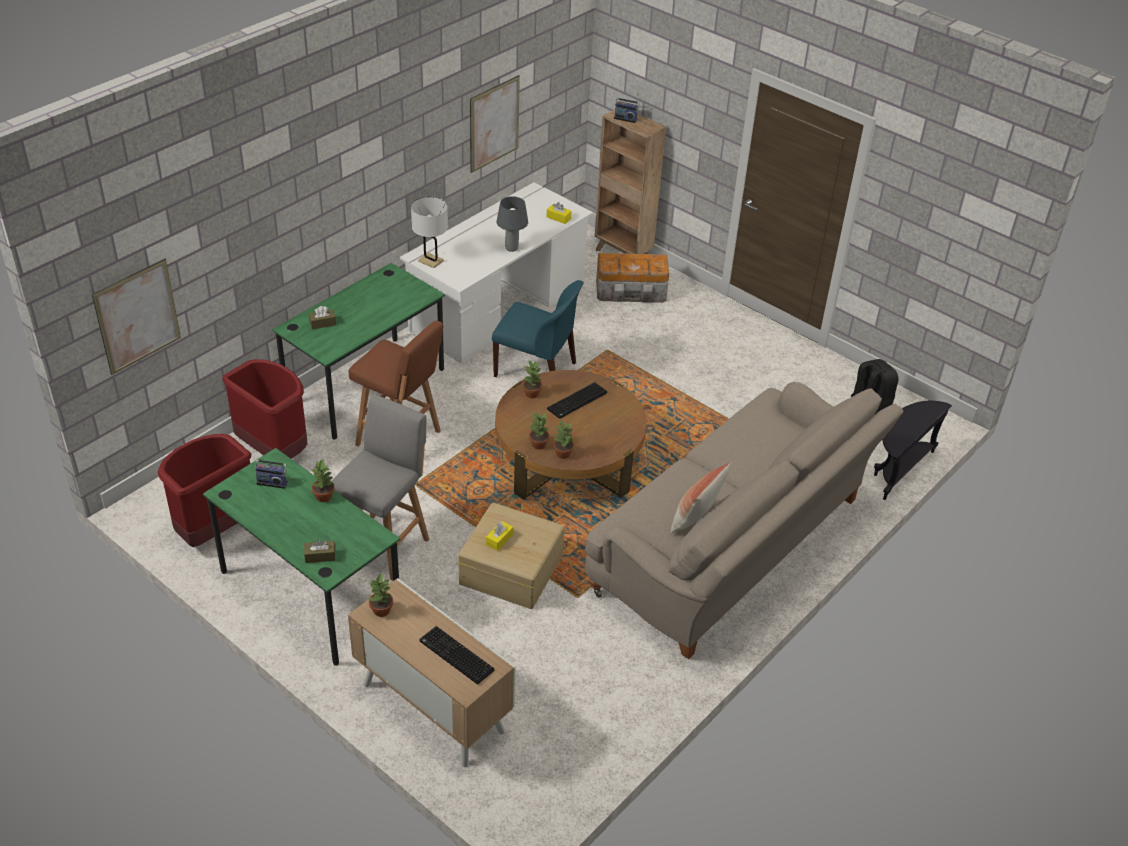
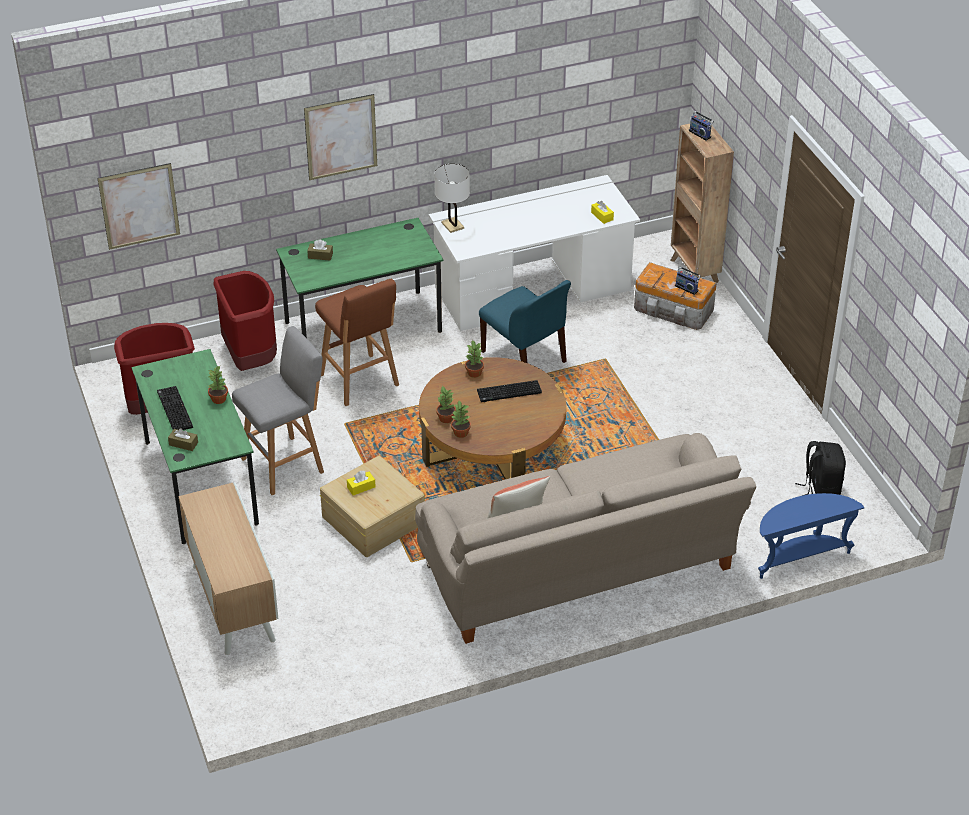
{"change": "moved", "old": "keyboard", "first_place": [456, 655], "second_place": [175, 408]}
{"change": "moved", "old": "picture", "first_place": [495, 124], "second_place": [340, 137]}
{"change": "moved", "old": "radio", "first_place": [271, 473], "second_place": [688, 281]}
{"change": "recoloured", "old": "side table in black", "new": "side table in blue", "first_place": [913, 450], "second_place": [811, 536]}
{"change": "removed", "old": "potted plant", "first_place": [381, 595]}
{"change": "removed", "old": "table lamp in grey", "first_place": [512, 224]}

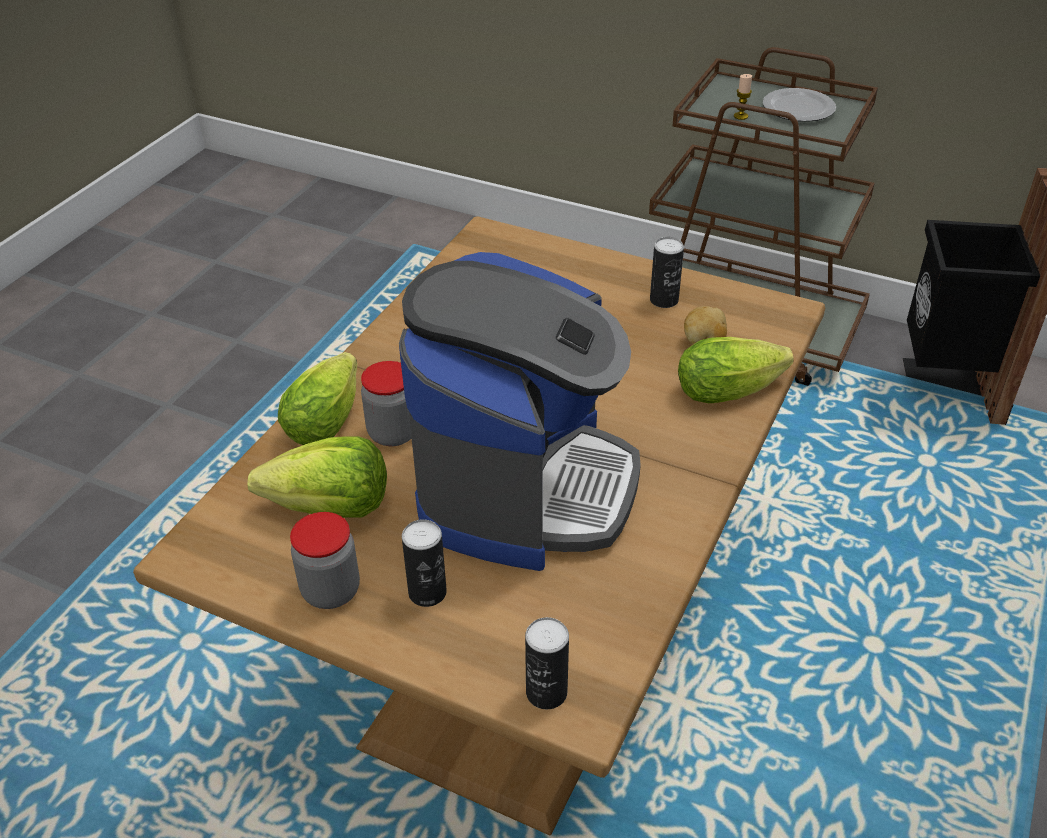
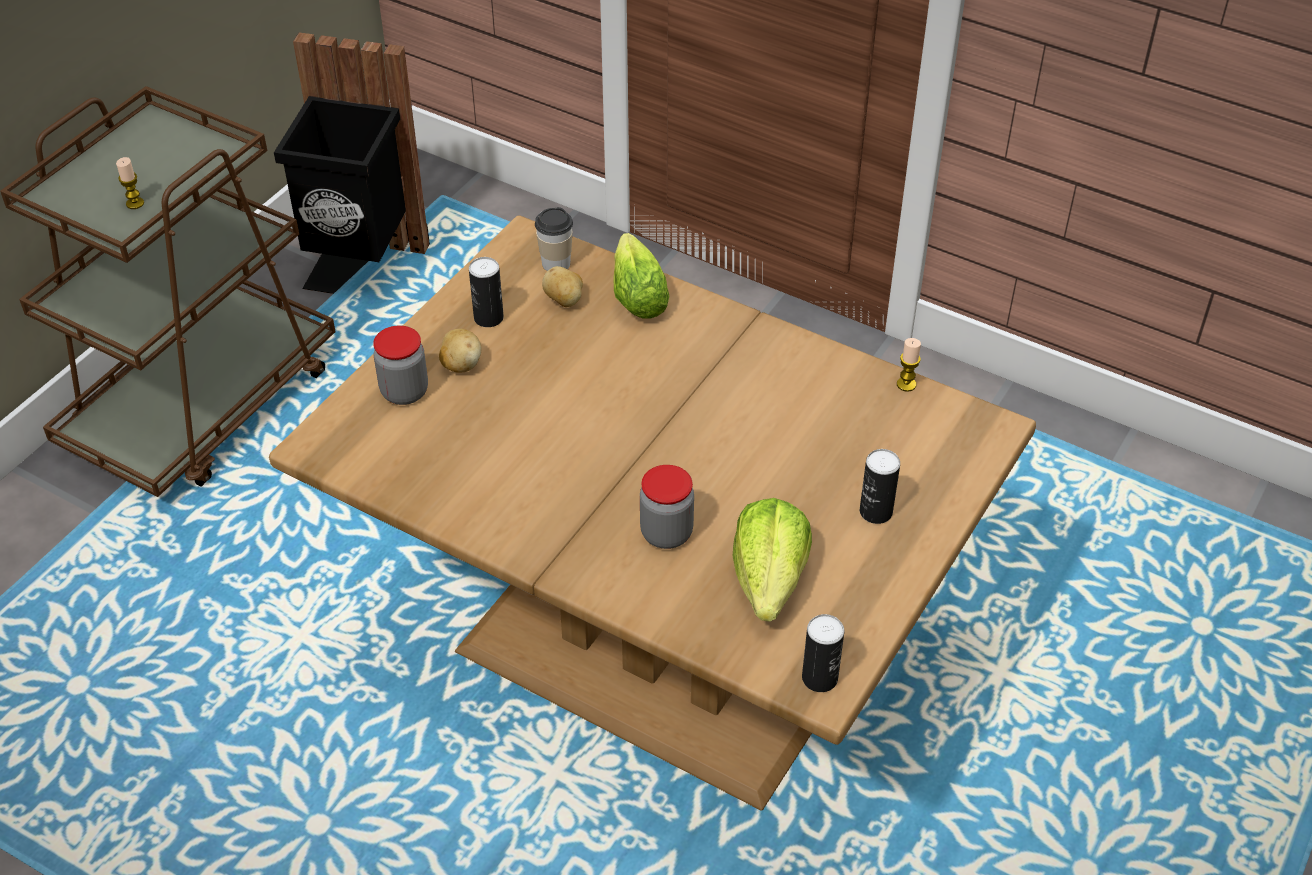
{"change": "moved", "old": "jar", "first_place": [325, 560], "second_place": [400, 365]}
{"change": "added", "new": "potato", "second_place": [460, 351]}
{"change": "added", "new": "cup", "second_place": [554, 239]}
{"change": "moved", "old": "can", "first_place": [547, 663], "second_place": [823, 653]}
{"change": "added", "new": "candle", "second_place": [909, 365]}
{"change": "removed", "old": "lettuce", "first_place": [317, 398]}
{"change": "removed", "old": "coffee machine", "first_place": [520, 411]}
{"change": "removed", "old": "plate", "first_place": [799, 105]}

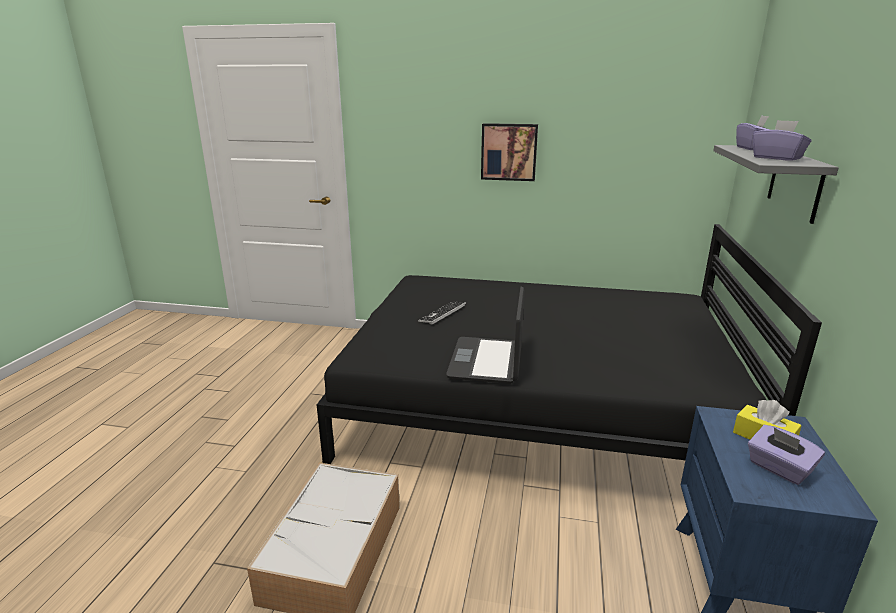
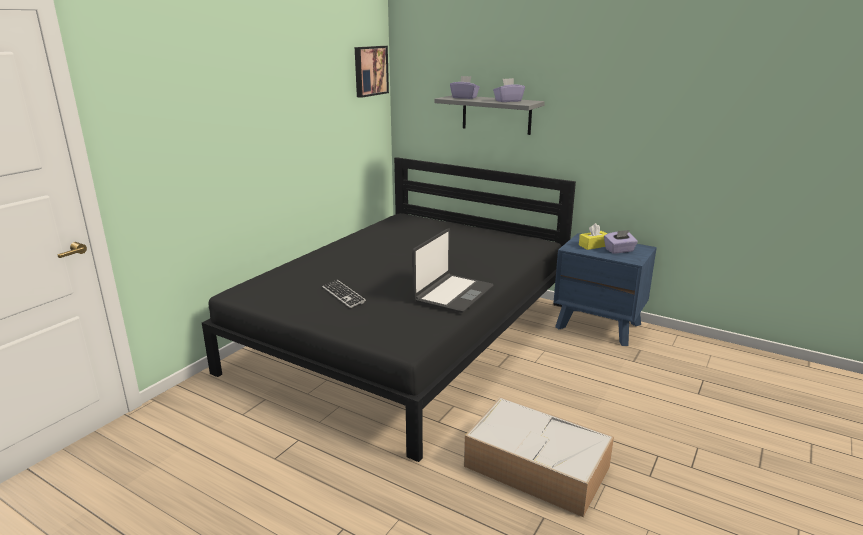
{"change": "moved", "old": "picture", "first_place": [509, 152], "second_place": [372, 72]}
{"change": "turned", "old": "laptop", "first_place": [485, 335], "second_place": [453, 270], "degrees": -90}

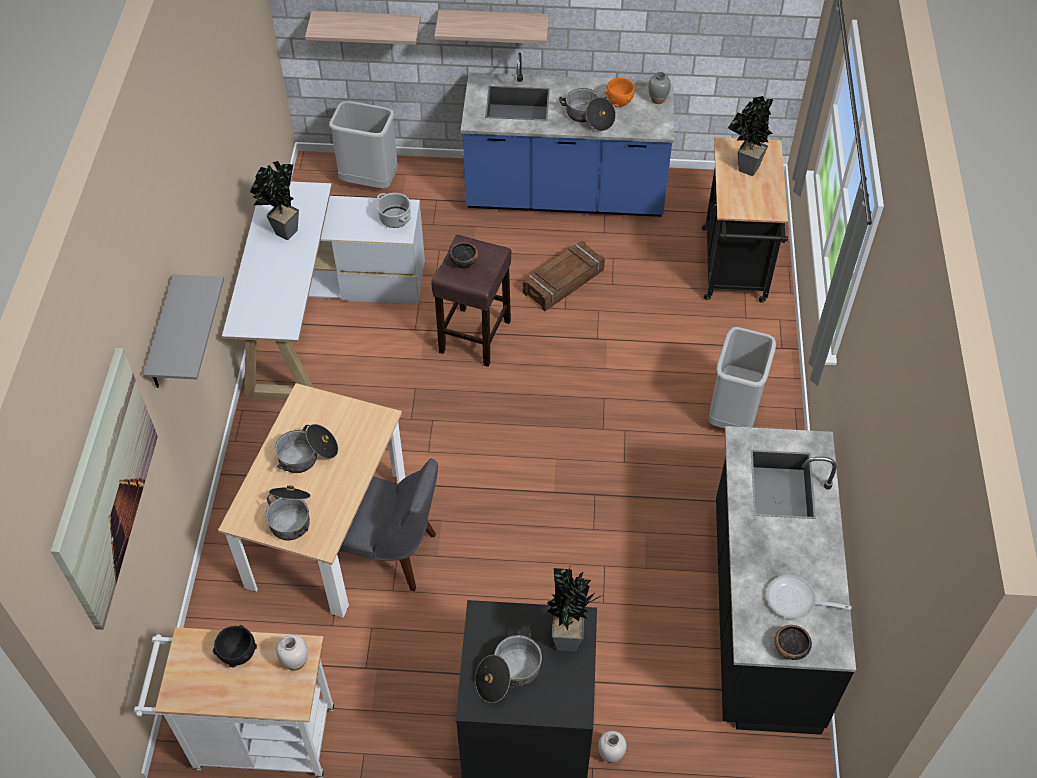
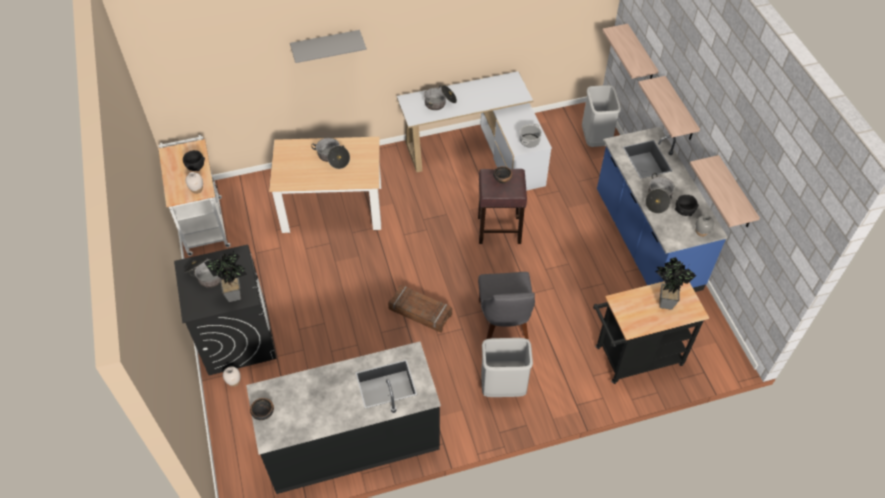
{"change": "moved", "old": "crate", "first_place": [564, 276], "second_place": [420, 309]}
{"change": "moved", "old": "cooking pot", "first_place": [288, 512], "second_place": [440, 97]}
{"change": "moved", "old": "chair in grey", "first_place": [387, 524], "second_place": [506, 306]}
{"change": "recoloured", "old": "bowl in orange", "new": "bowl in black", "first_place": [620, 92], "second_place": [687, 205]}
{"change": "added", "new": "shelf", "second_place": [725, 191]}
{"change": "removed", "old": "picture", "first_place": [104, 489]}
{"change": "removed", "old": "potted plant", "first_place": [274, 200]}
{"change": "removed", "old": "frying pan", "first_place": [809, 597]}

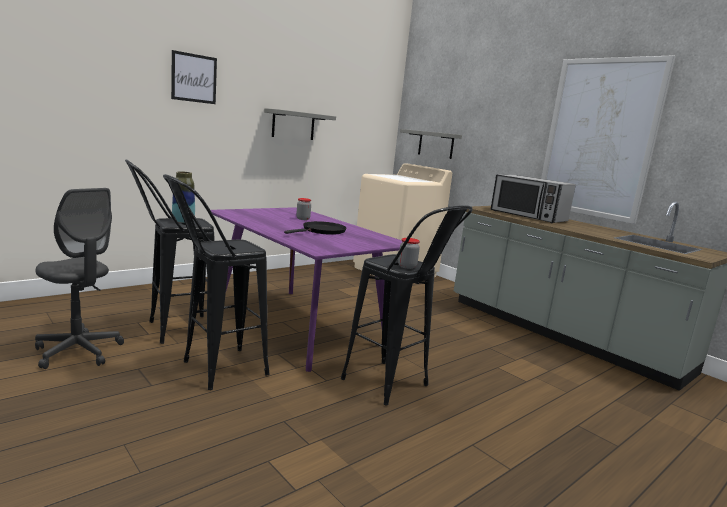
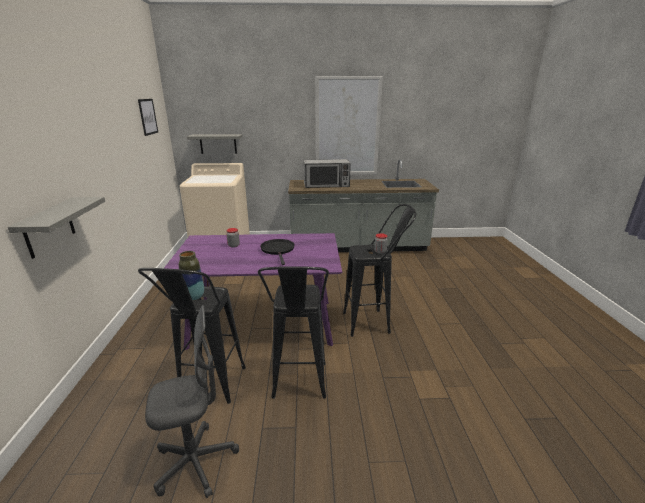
{"change": "moved", "old": "shelf in grey", "first_place": [300, 124], "second_place": [56, 228]}
{"change": "moved", "old": "picture", "first_place": [194, 77], "second_place": [148, 117]}

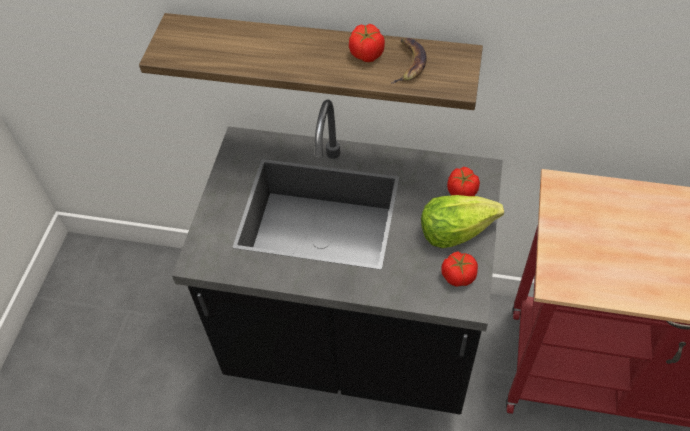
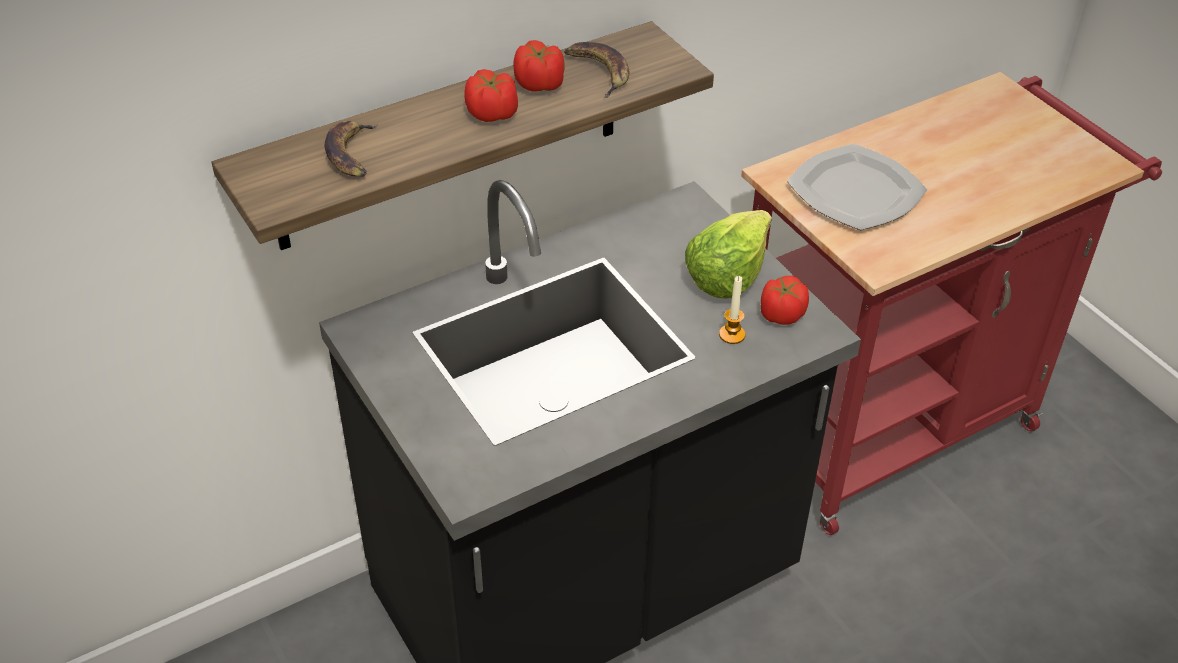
{"change": "added", "new": "banana", "second_place": [351, 149]}
{"change": "moved", "old": "tomato", "first_place": [463, 181], "second_place": [491, 95]}
{"change": "added", "new": "candle", "second_place": [732, 310]}
{"change": "added", "new": "plate", "second_place": [857, 187]}

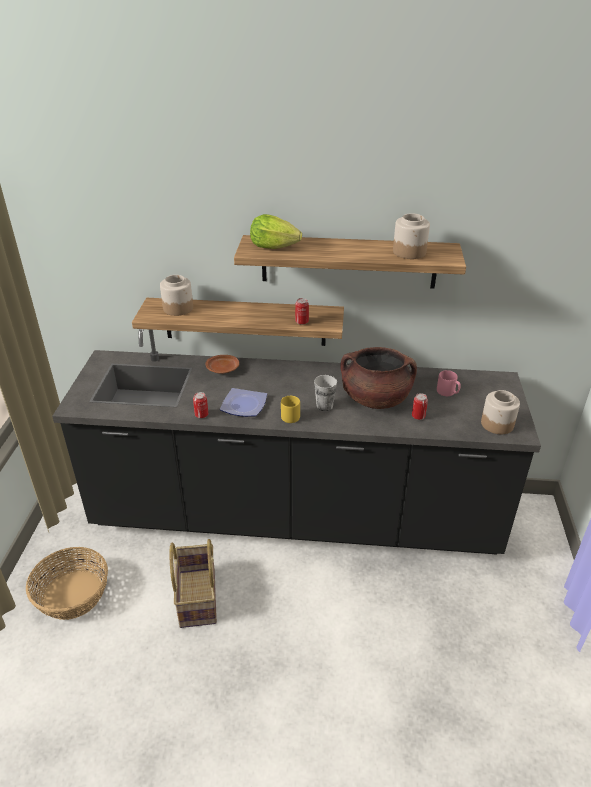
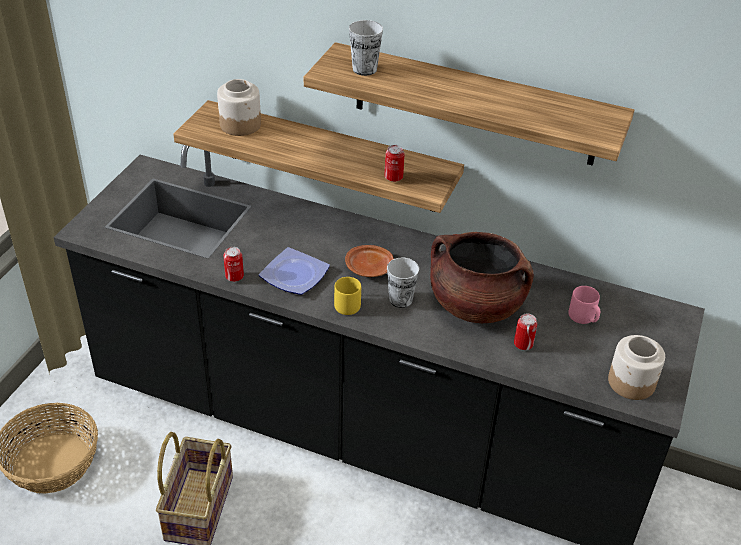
{"change": "moved", "old": "plate in brown", "first_place": [222, 364], "second_place": [369, 261]}
{"change": "replaced", "old": "lettuce", "new": "cup", "first_place": [276, 231], "second_place": [366, 48]}
{"change": "removed", "old": "jar", "first_place": [411, 236]}

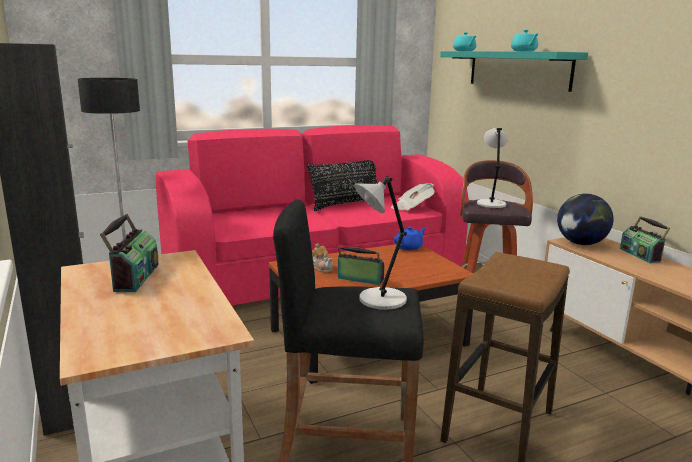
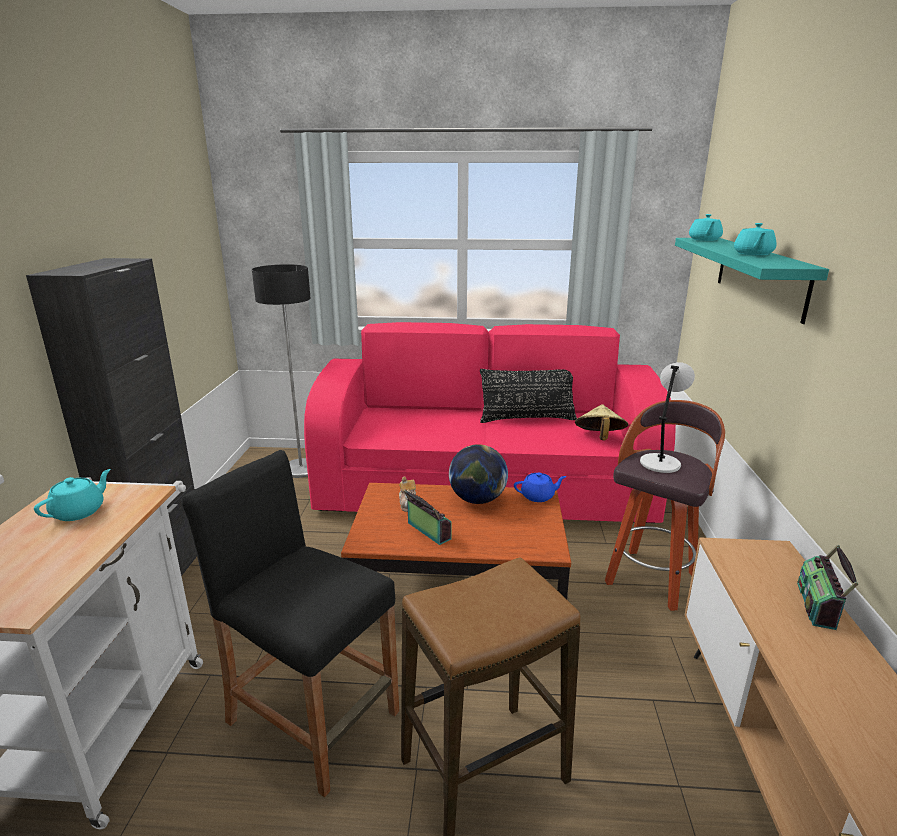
{"change": "replaced", "old": "radio", "new": "teapot in turquoise", "first_place": [129, 253], "second_place": [72, 495]}
{"change": "moved", "old": "globe", "first_place": [585, 219], "second_place": [478, 474]}
{"change": "replaced", "old": "newspaper", "new": "hat in beige", "first_place": [413, 197], "second_place": [602, 422]}
{"change": "removed", "old": "table lamp in grey", "first_place": [380, 243]}

